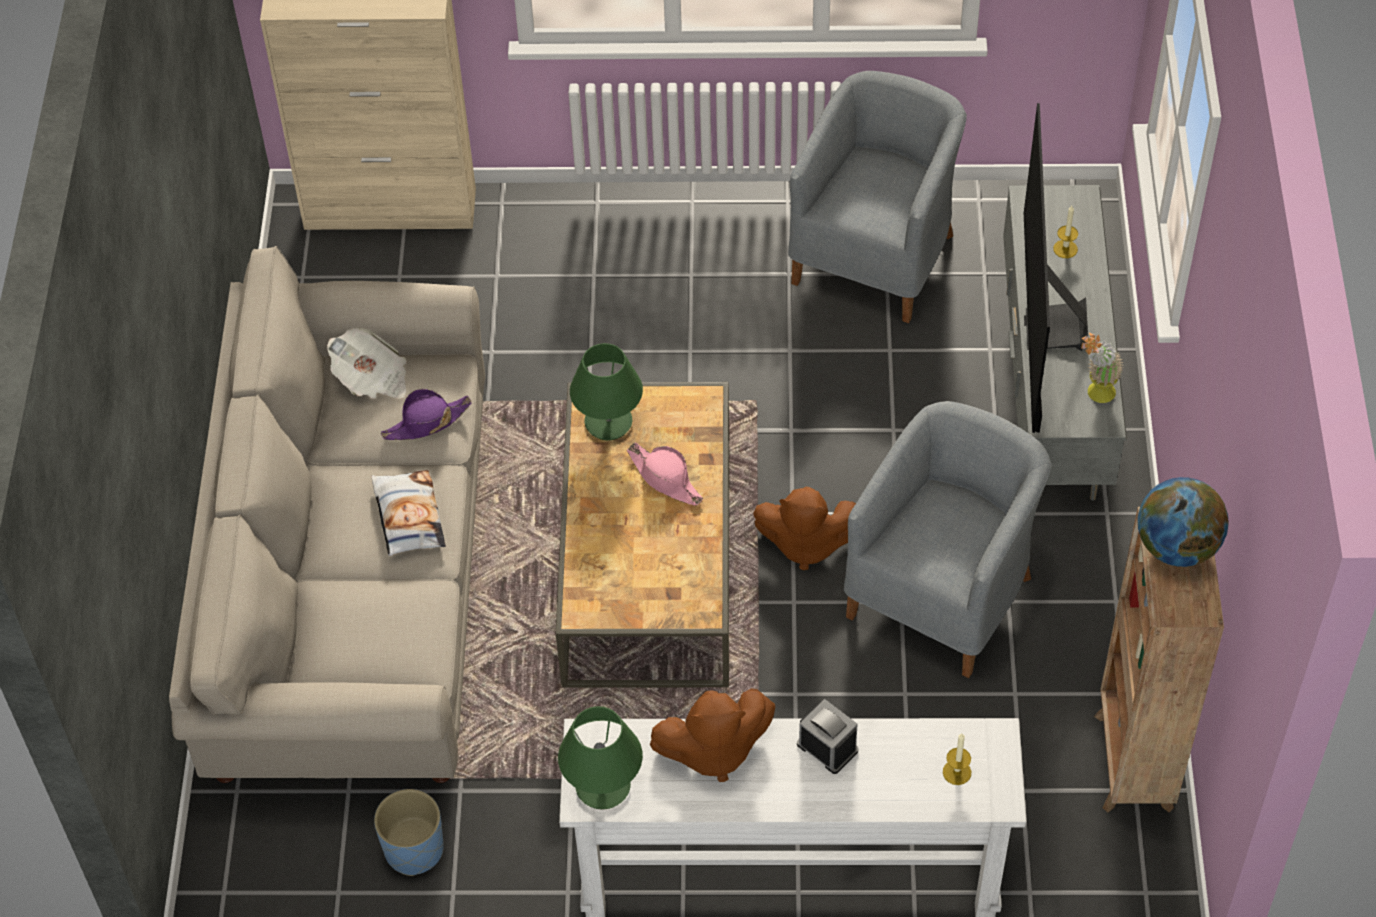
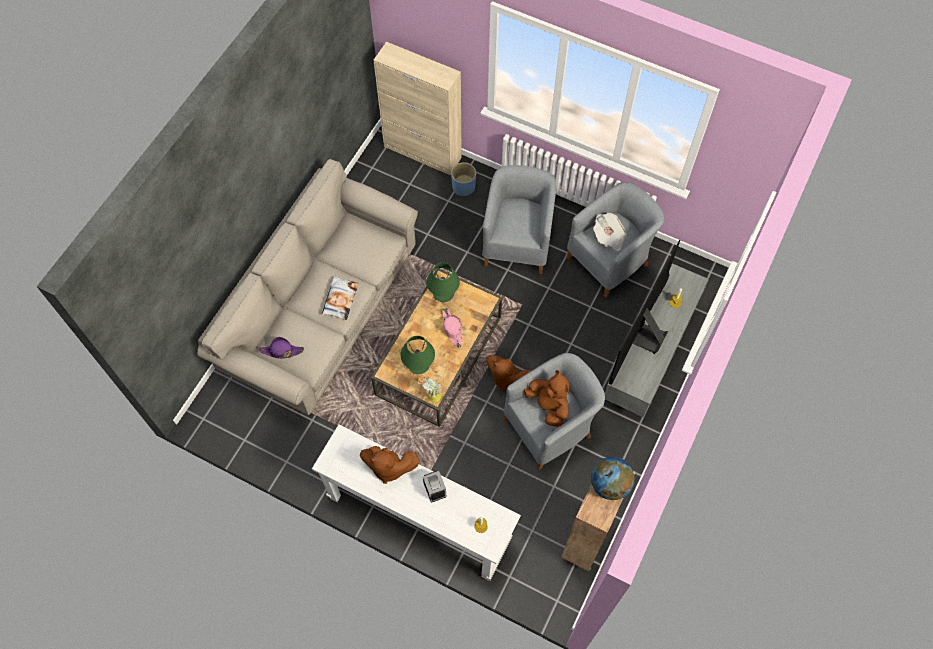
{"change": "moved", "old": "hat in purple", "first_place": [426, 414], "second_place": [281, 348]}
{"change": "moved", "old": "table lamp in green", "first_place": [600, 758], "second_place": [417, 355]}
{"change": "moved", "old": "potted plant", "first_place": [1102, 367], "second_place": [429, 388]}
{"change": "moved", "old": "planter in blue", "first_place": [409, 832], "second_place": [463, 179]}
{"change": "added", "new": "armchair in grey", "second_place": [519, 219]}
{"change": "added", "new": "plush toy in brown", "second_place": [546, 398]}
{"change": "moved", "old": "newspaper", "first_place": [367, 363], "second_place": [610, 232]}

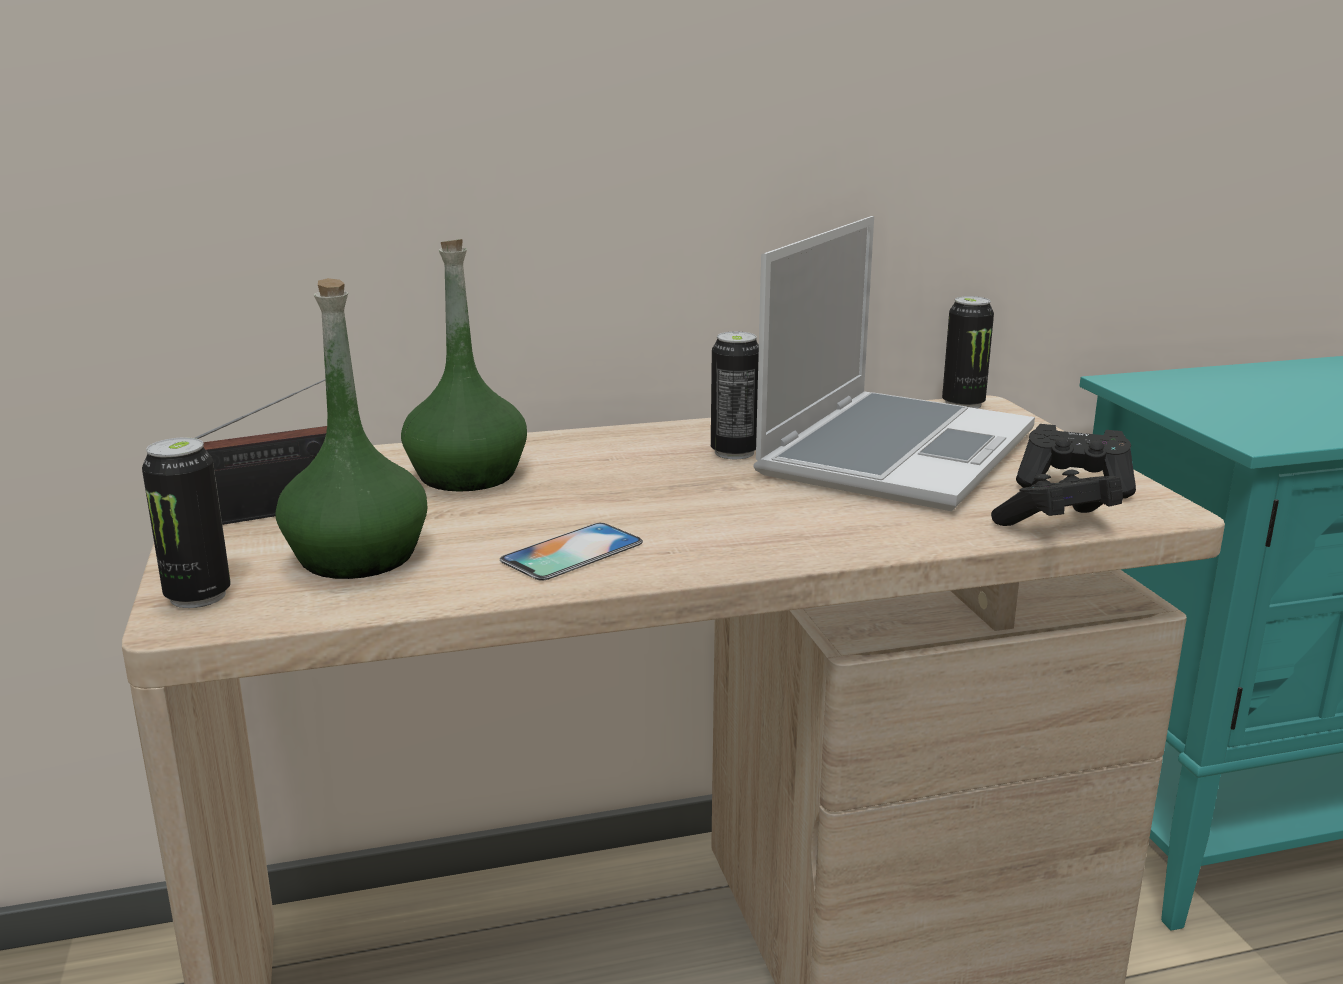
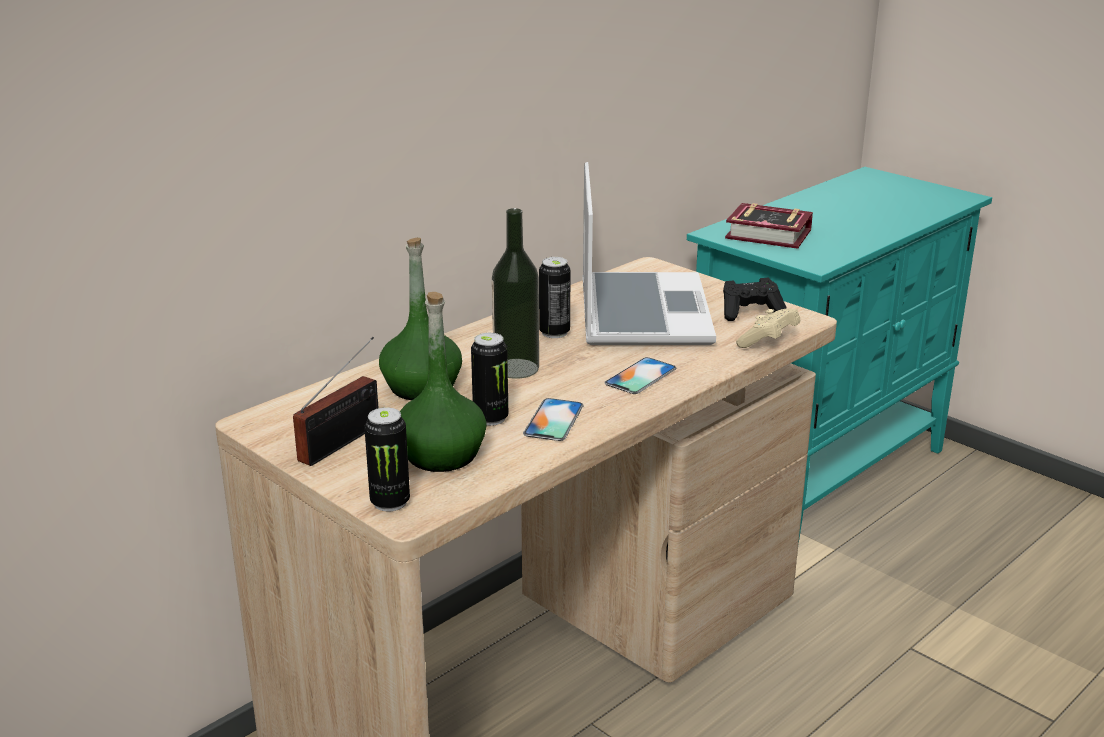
{"change": "moved", "old": "can", "first_place": [968, 352], "second_place": [489, 379]}
{"change": "added", "new": "bottle", "second_place": [515, 293]}
{"change": "added", "new": "phone", "second_place": [640, 375]}
{"change": "added", "new": "book", "second_place": [769, 226]}
{"change": "recoloured", "old": "game controller in black", "new": "game controller in beige", "first_place": [1057, 498], "second_place": [768, 328]}

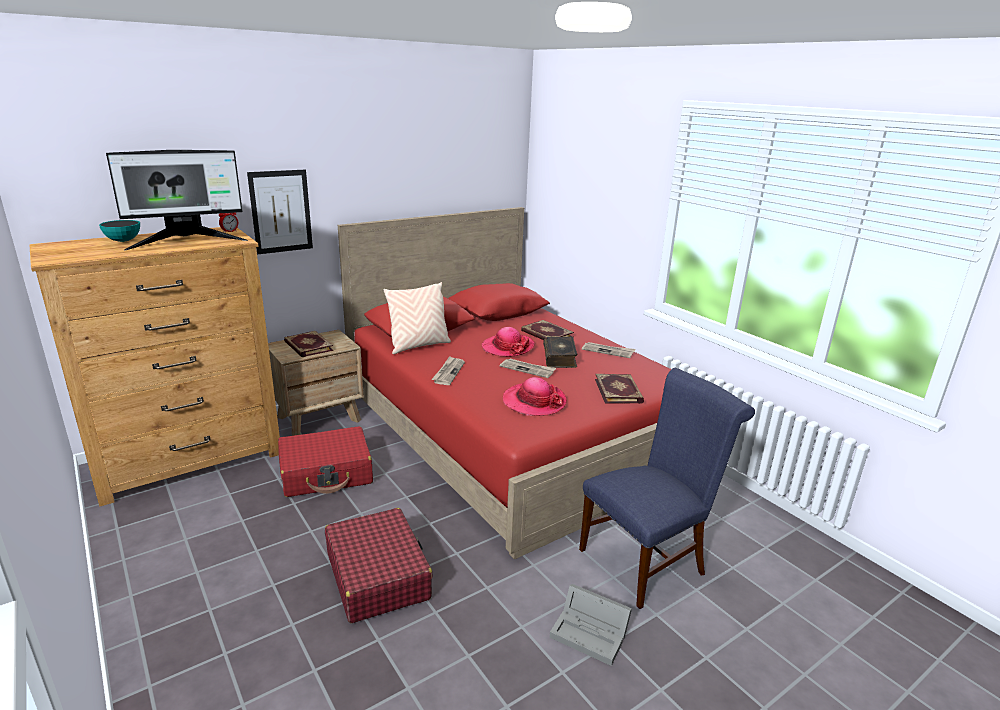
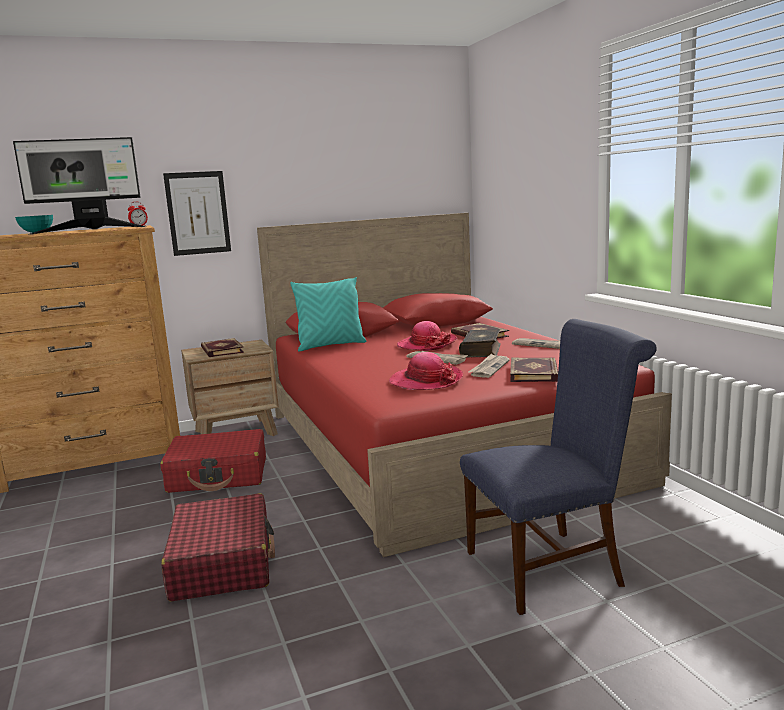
{"change": "recoloured", "old": "pillow in beige", "new": "pillow in turquoise", "first_place": [417, 318], "second_place": [328, 314]}
{"change": "moved", "old": "newspaper", "first_place": [448, 370], "second_place": [489, 366]}
{"change": "removed", "old": "storage box in grey", "first_place": [591, 625]}

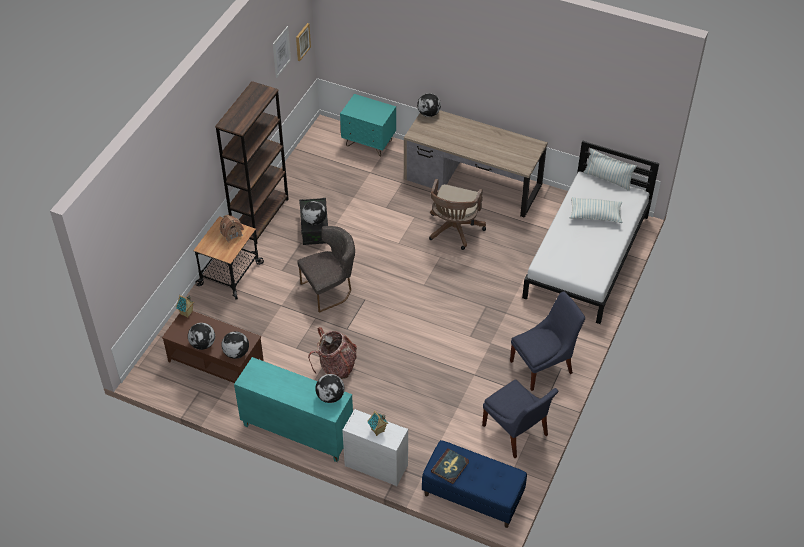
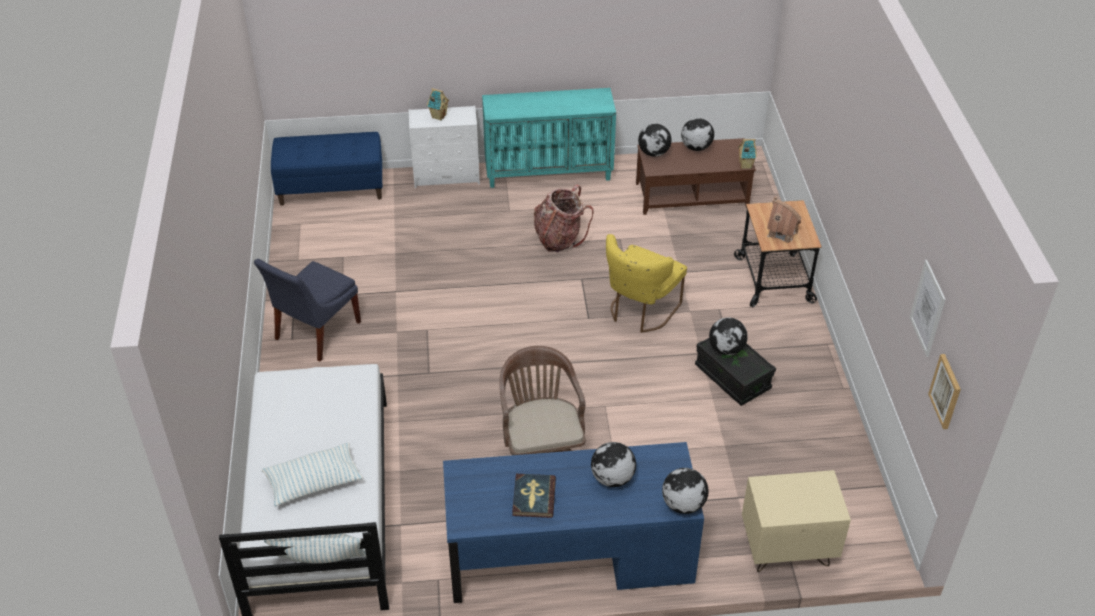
{"change": "recoloured", "old": "desk in brown", "new": "desk in blue", "first_place": [476, 164], "second_place": [573, 522]}
{"change": "moved", "old": "book", "first_place": [450, 466], "second_place": [534, 496]}
{"change": "moved", "old": "globe", "first_place": [330, 388], "second_place": [613, 464]}
{"change": "recoloured", "old": "chair in grey", "new": "chair in yellow", "first_place": [326, 269], "second_place": [646, 283]}
{"change": "recoloured", "old": "nightstand in turquoise", "new": "nightstand in beige", "first_place": [368, 125], "second_place": [796, 521]}
{"change": "removed", "old": "bookcase in brown", "first_place": [252, 162]}
{"change": "removed", "old": "chair in blue", "first_place": [520, 418]}

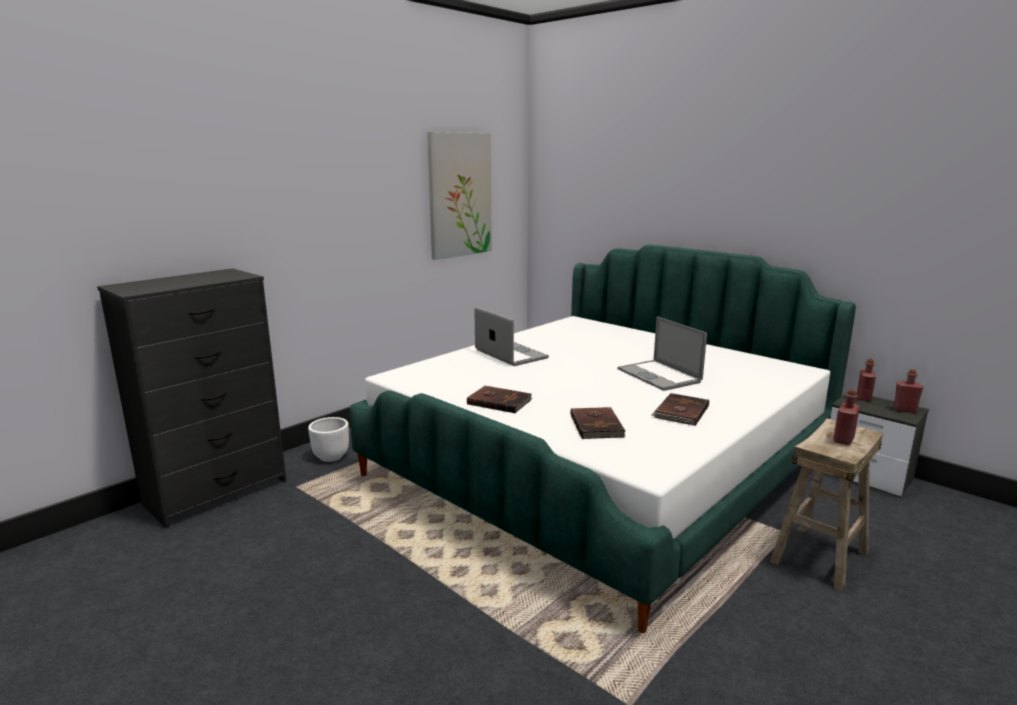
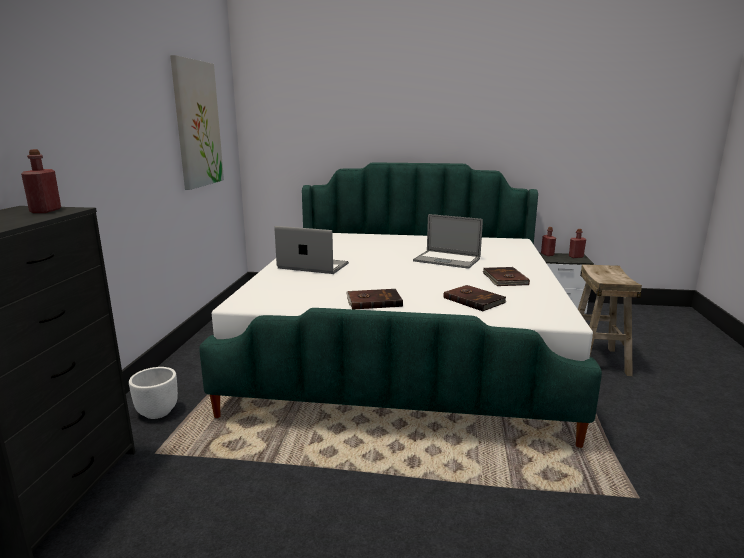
{"change": "moved", "old": "bottle in red", "first_place": [846, 417], "second_place": [41, 181]}

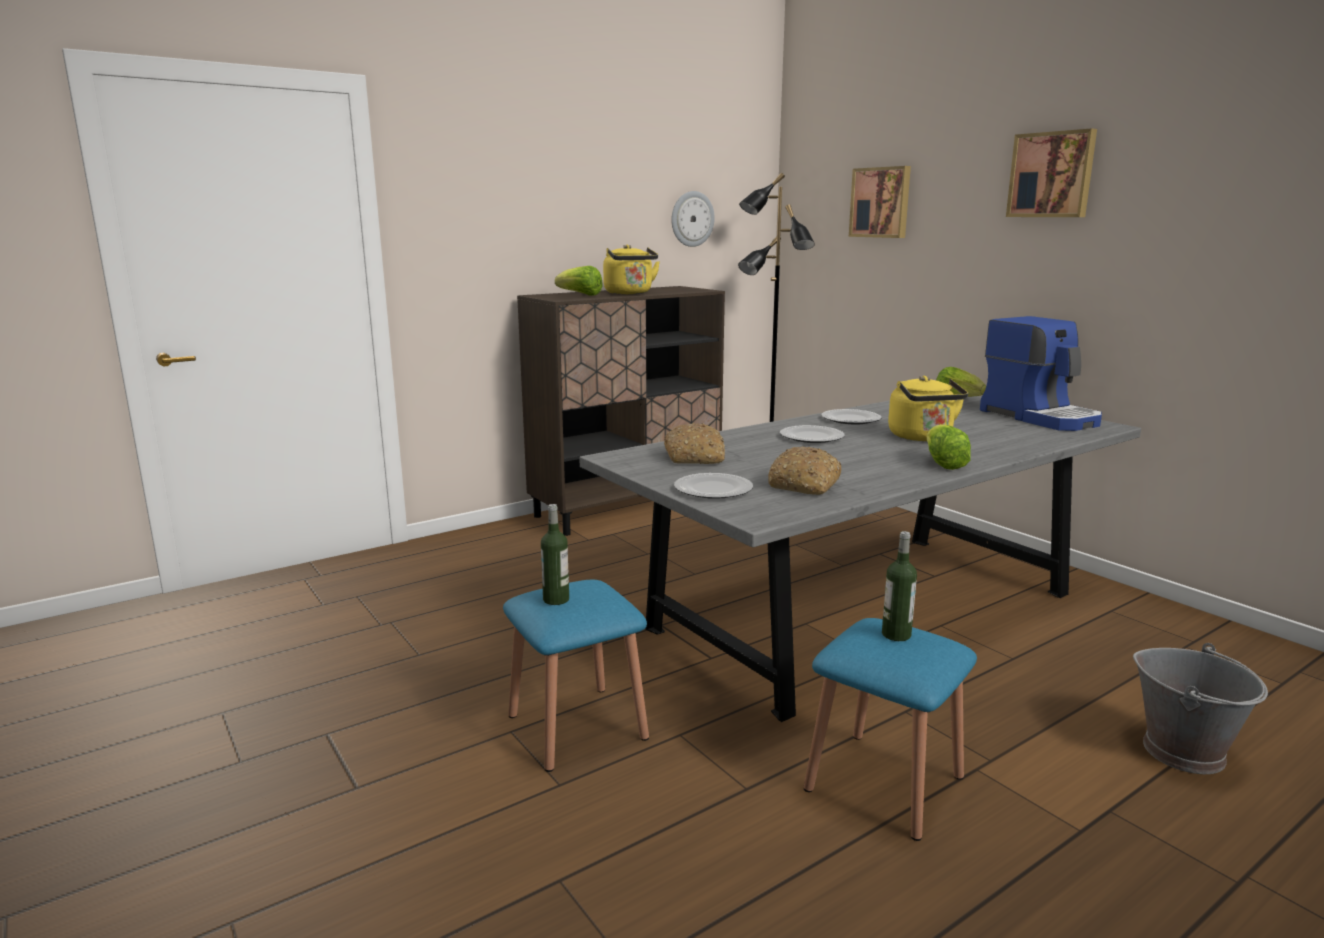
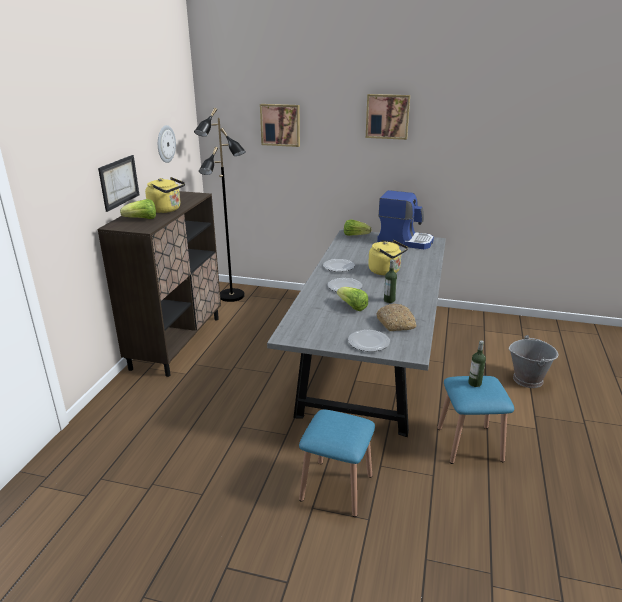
{"change": "added", "new": "picture", "second_place": [118, 183]}
{"change": "moved", "old": "lettuce", "first_place": [949, 447], "second_place": [352, 299]}
{"change": "moved", "old": "bottle", "first_place": [555, 554], "second_place": [390, 281]}
{"change": "removed", "old": "bread", "first_place": [694, 443]}

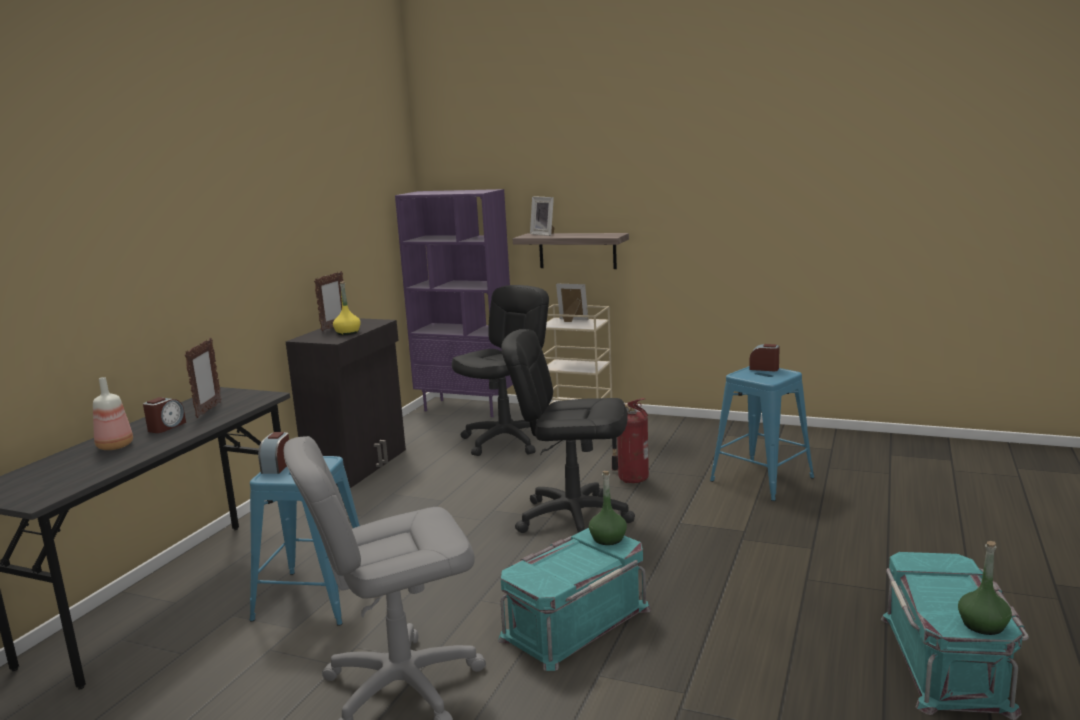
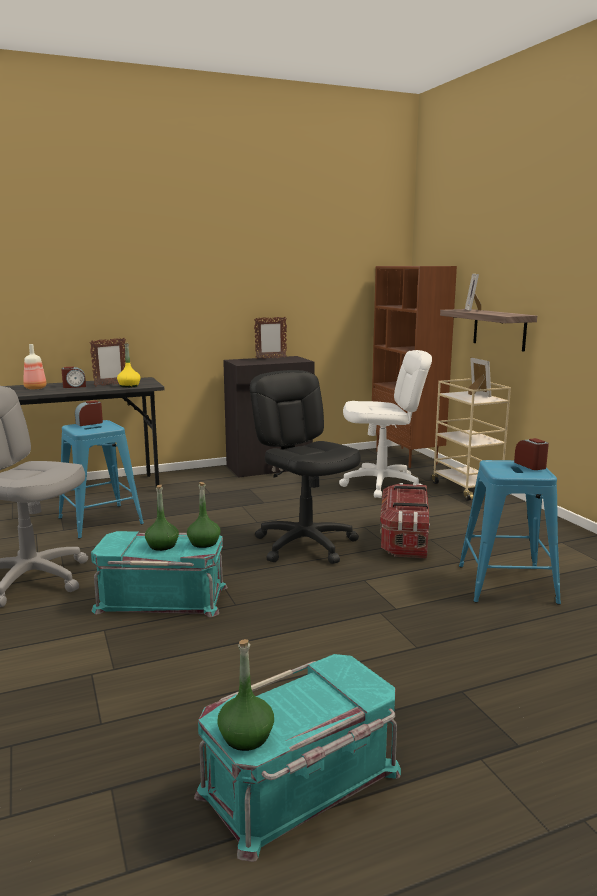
{"change": "moved", "old": "bottle in yellow", "first_place": [347, 308], "second_place": [129, 365]}
{"change": "added", "new": "bottle in green", "second_place": [162, 518]}
{"change": "recoloured", "old": "office chair in black", "new": "office chair in white", "first_place": [500, 370], "second_place": [385, 424]}
{"change": "recoloured", "old": "bookcase in purple", "new": "bookcase in brown", "first_place": [454, 303], "second_place": [414, 367]}
{"change": "replaced", "old": "fire extinguisher", "new": "storage box", "first_place": [630, 440], "second_place": [405, 521]}

